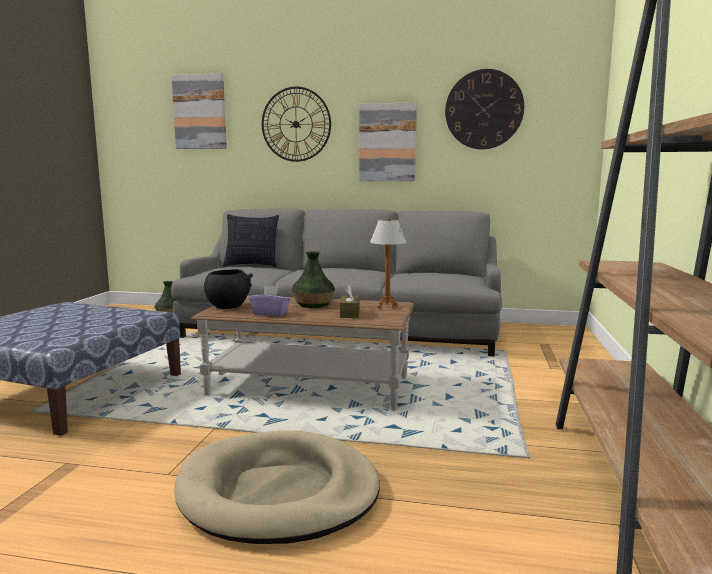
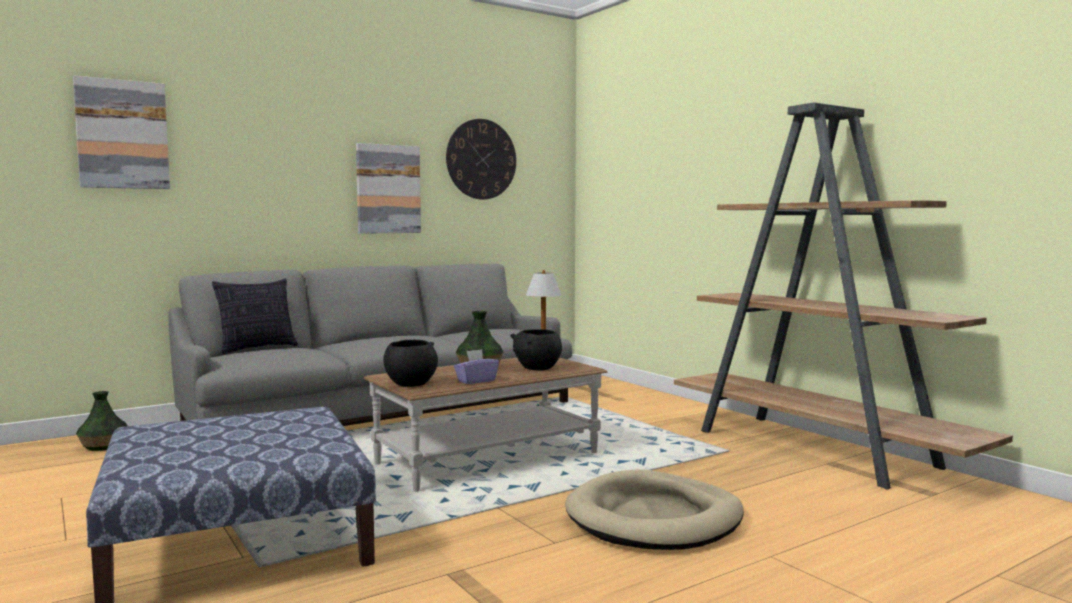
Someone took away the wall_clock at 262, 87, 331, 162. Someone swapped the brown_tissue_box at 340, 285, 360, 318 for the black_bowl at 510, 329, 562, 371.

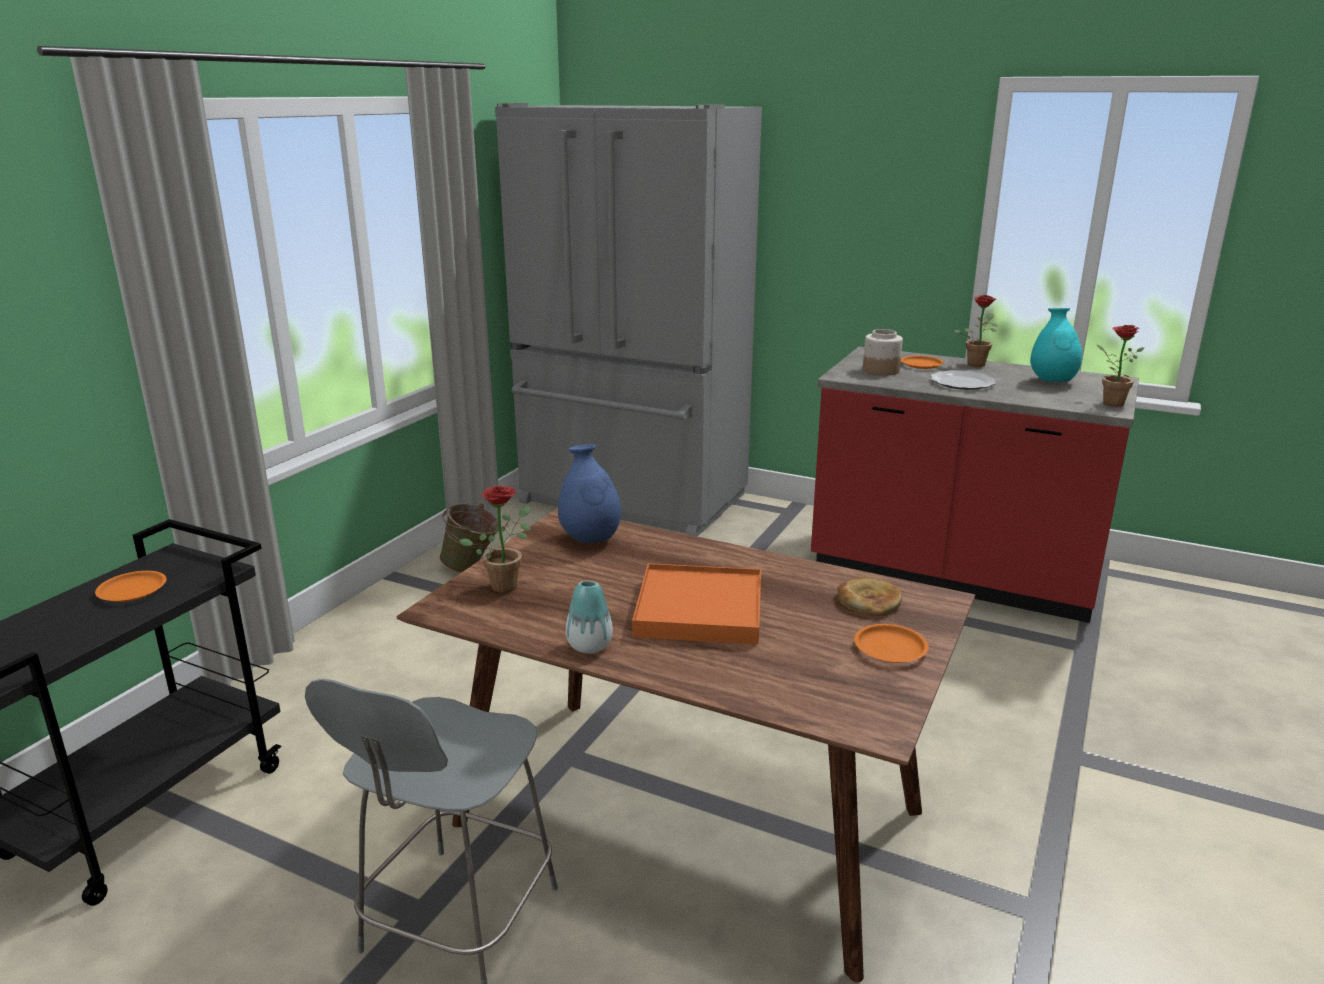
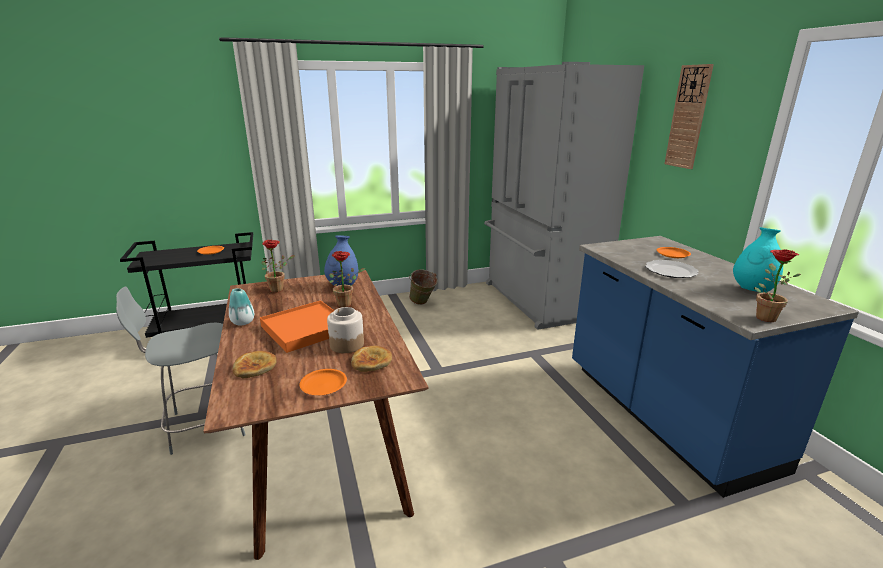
Someone repainted the red_counter at 811, 347, 1139, 623, which became the blue_counter at 572, 236, 859, 498. Someone carried the jar from 863, 329, 903, 376 to 327, 307, 364, 353. Someone carried the potted_plant from 955, 295, 998, 367 to 329, 251, 365, 307. Someone put down the bread at 233, 351, 277, 378. Someone put up the wall_clock at 665, 64, 714, 169.

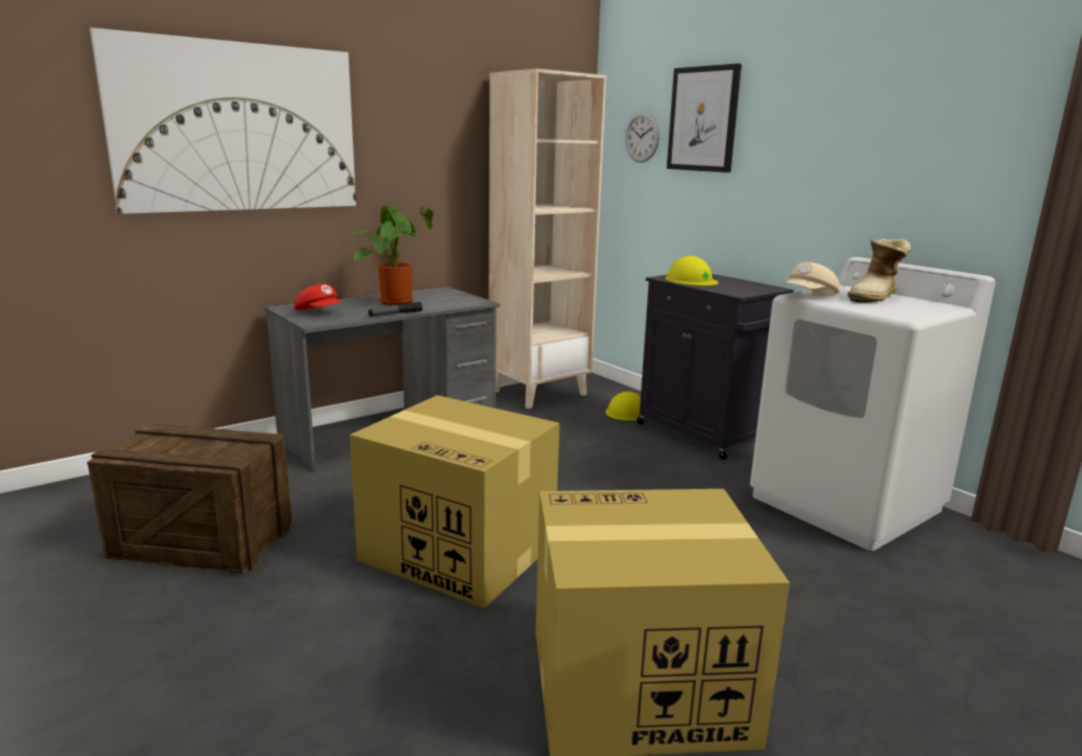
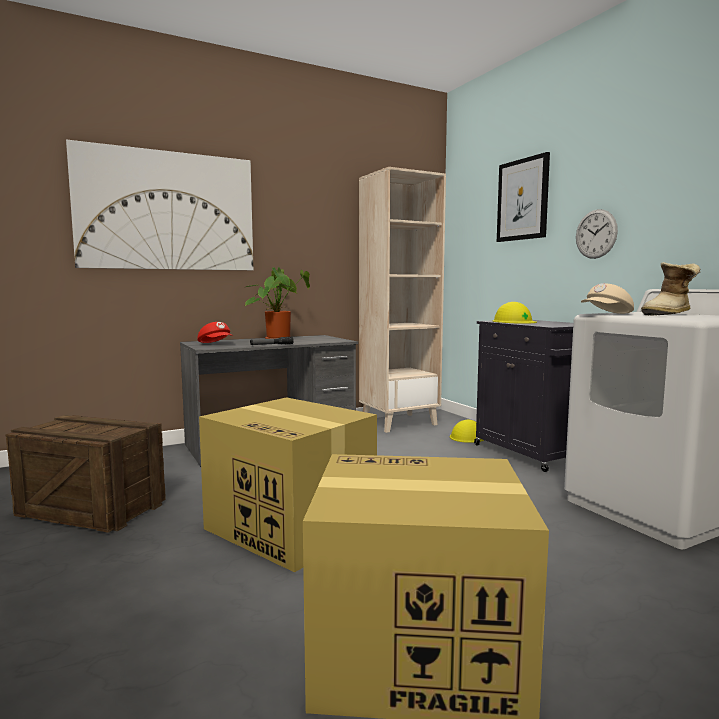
Someone carried the wall_clock from 625, 112, 660, 163 to 576, 209, 618, 259.

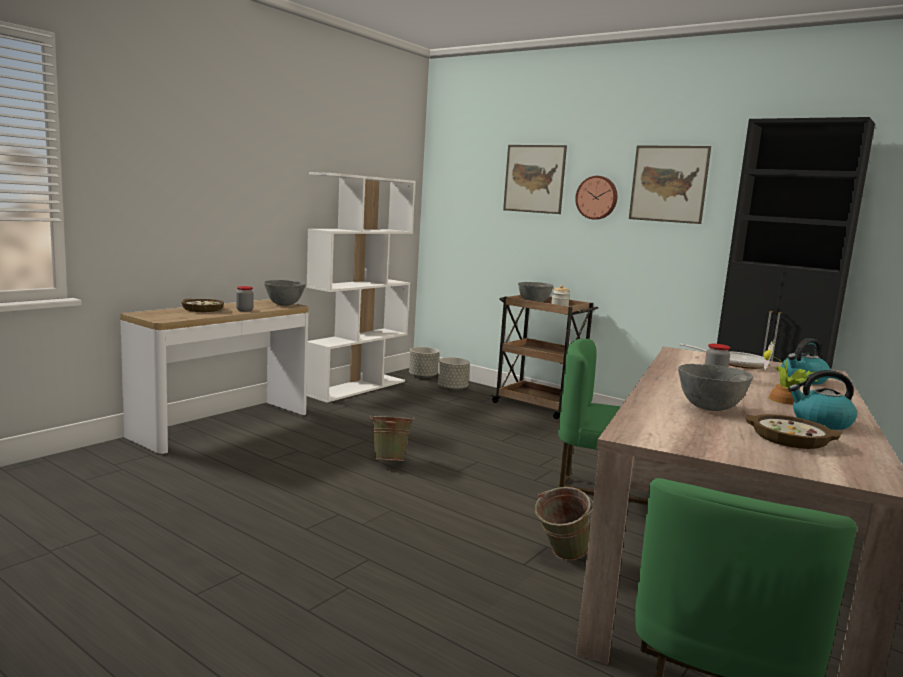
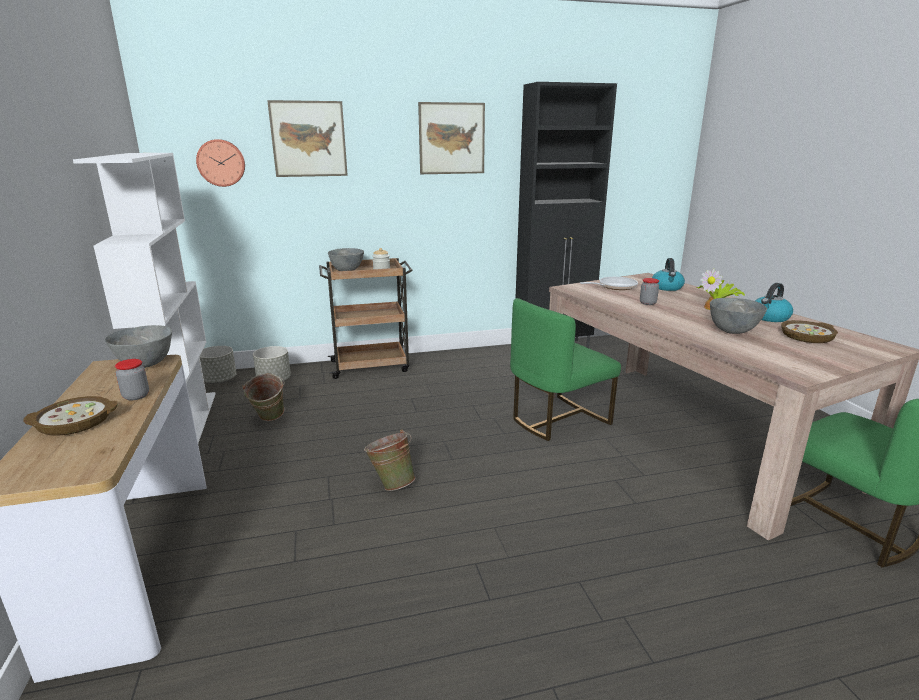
Someone carried the green_bucket from 535, 487, 593, 561 to 242, 374, 285, 421. Someone carried the wall_clock from 575, 176, 617, 220 to 196, 139, 245, 187.

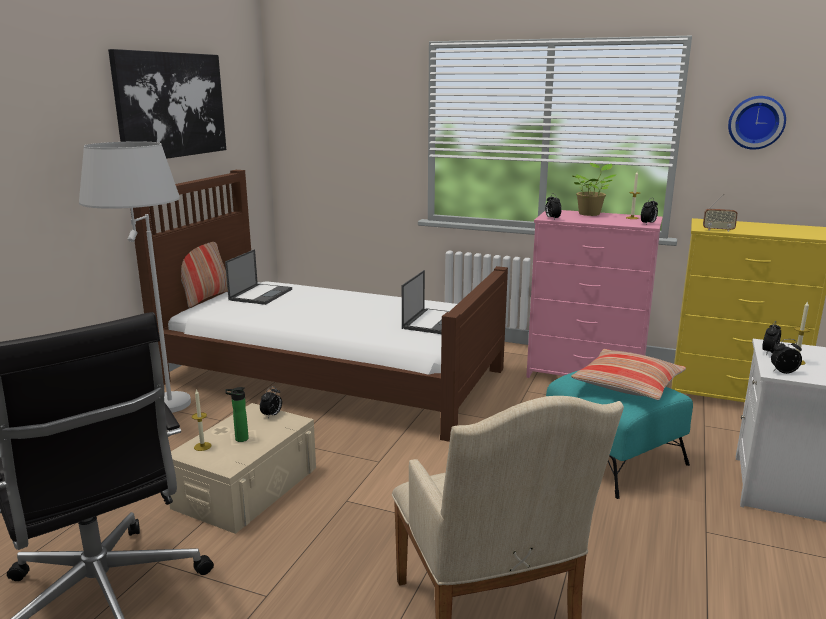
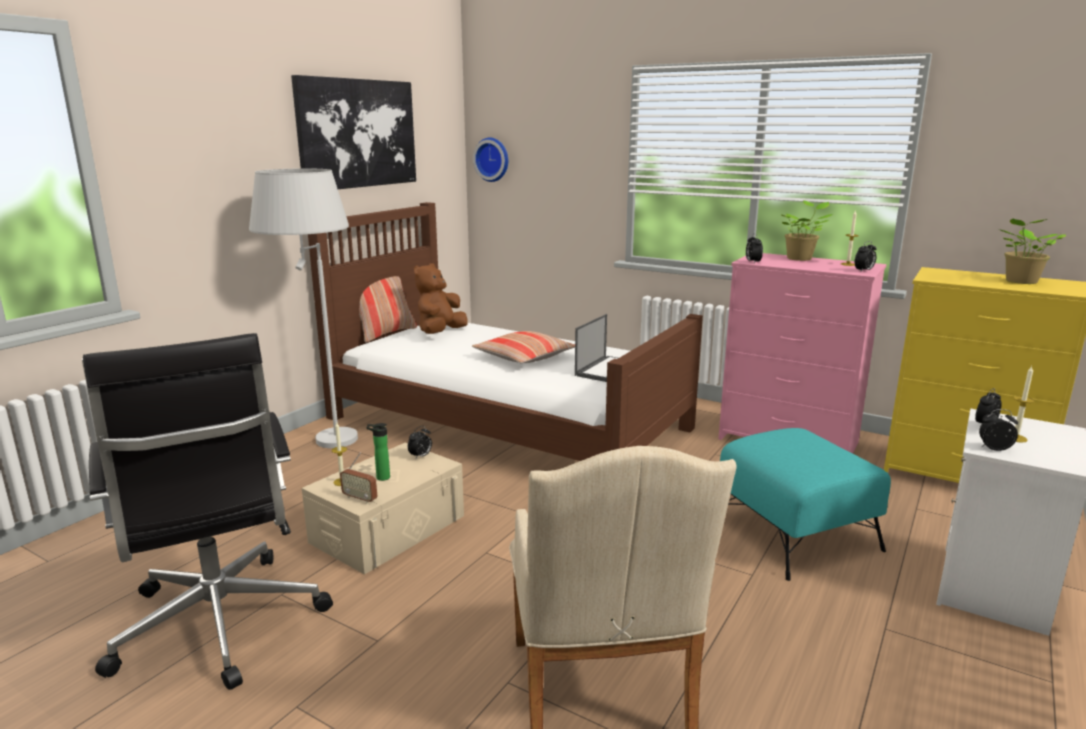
Someone swapped the laptop at 225, 249, 292, 305 for the brown_plush_toy at 414, 263, 468, 334. Someone carried the pillow from 571, 349, 686, 400 to 472, 331, 575, 363. Someone carried the radio from 703, 194, 738, 232 to 340, 453, 377, 504. Someone carried the wall_clock from 728, 96, 786, 149 to 473, 138, 508, 182. Someone put down the potted_plant at 999, 219, 1066, 284.

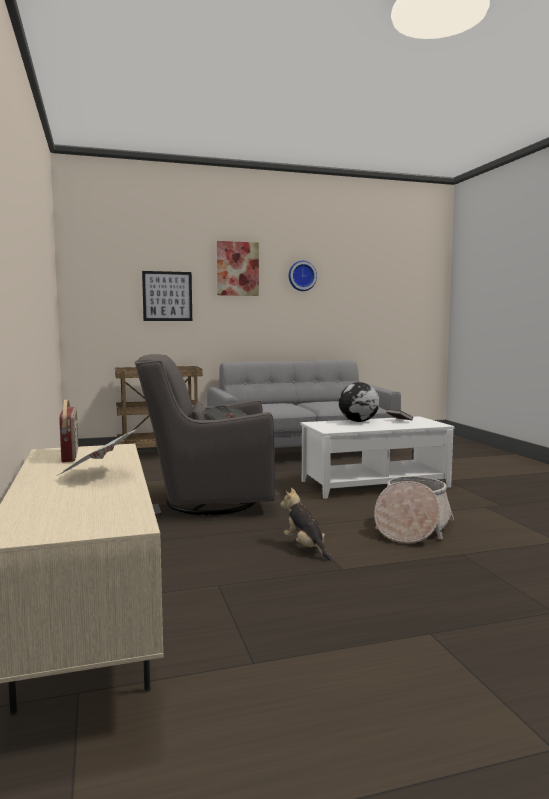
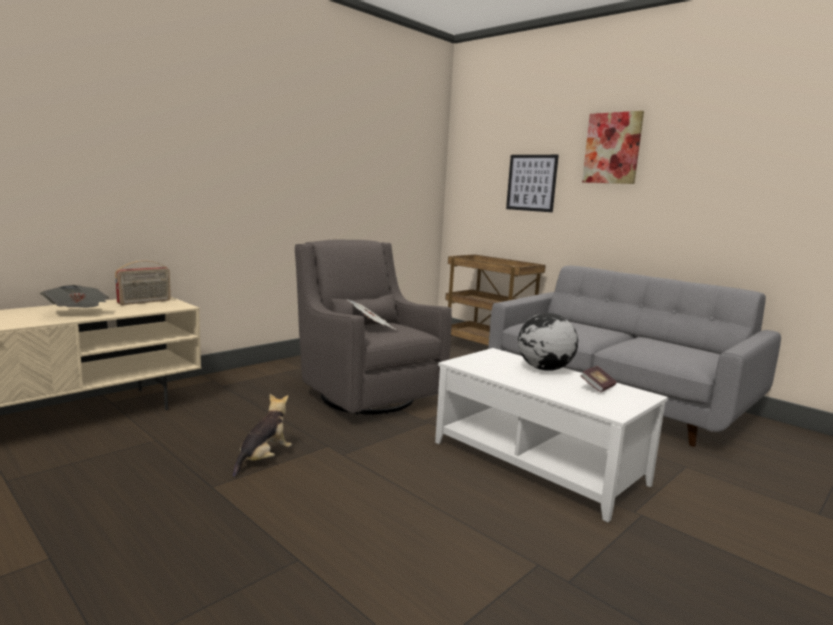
Someone took away the wall_clock at 289, 261, 317, 291. Someone took away the basket at 374, 476, 454, 544.

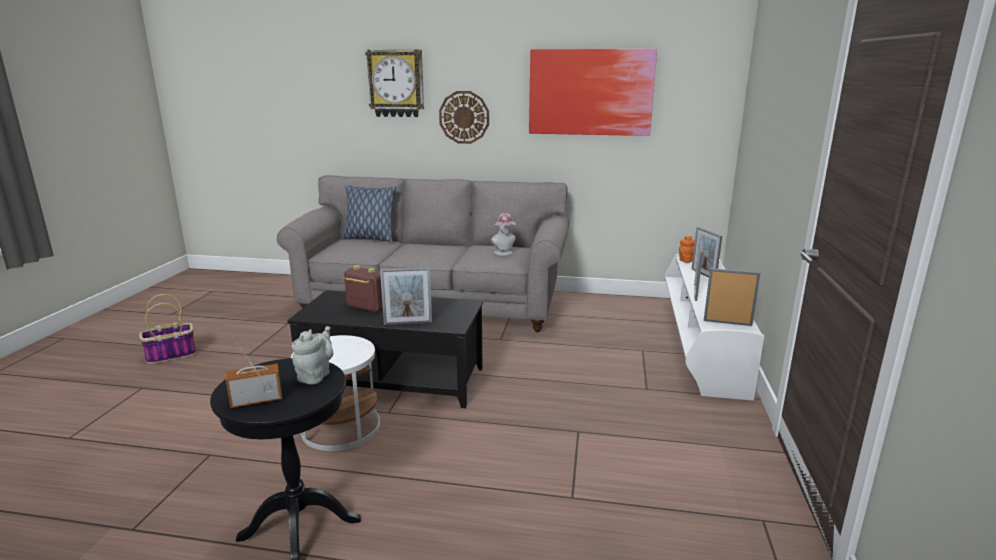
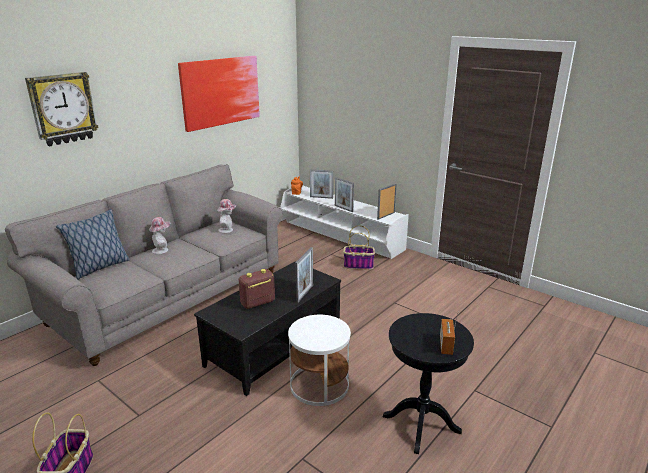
Someone took away the grey_teapot at 292, 326, 333, 385. Someone took away the wall_clock at 439, 91, 489, 144. Someone put down the hat at 149, 217, 170, 254. Someone put down the basket at 343, 226, 375, 270.

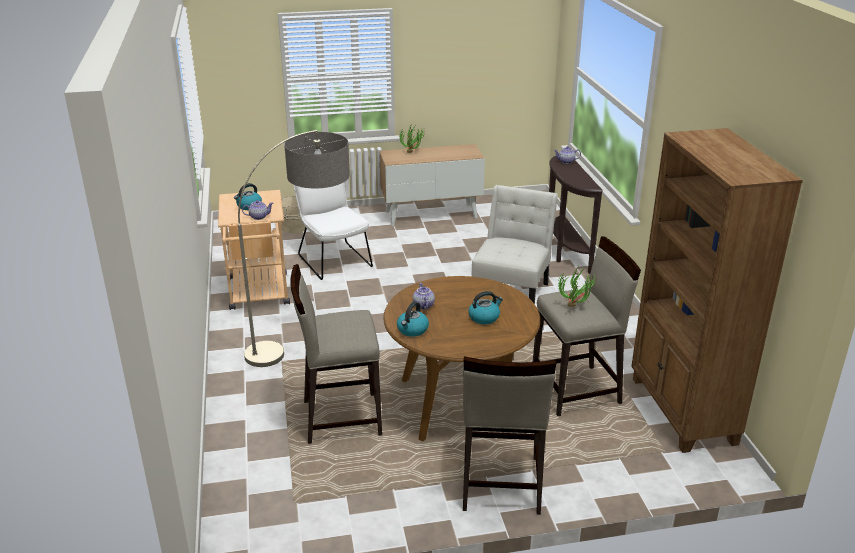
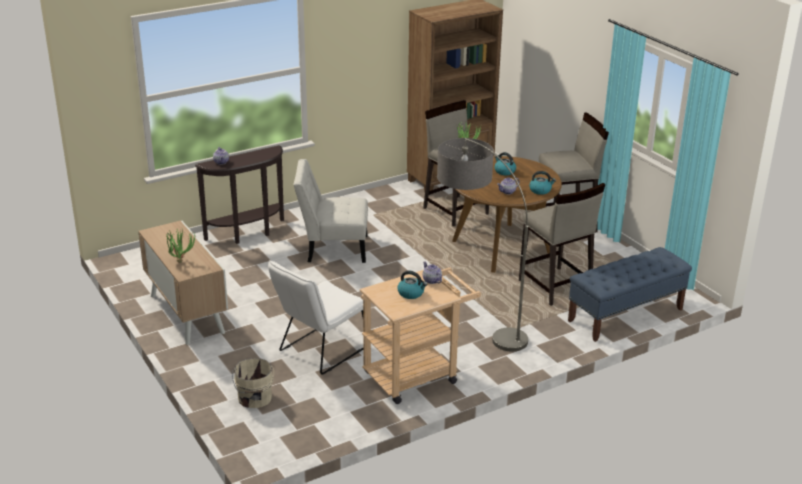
Someone put down the blue_bench at 568, 247, 692, 342.

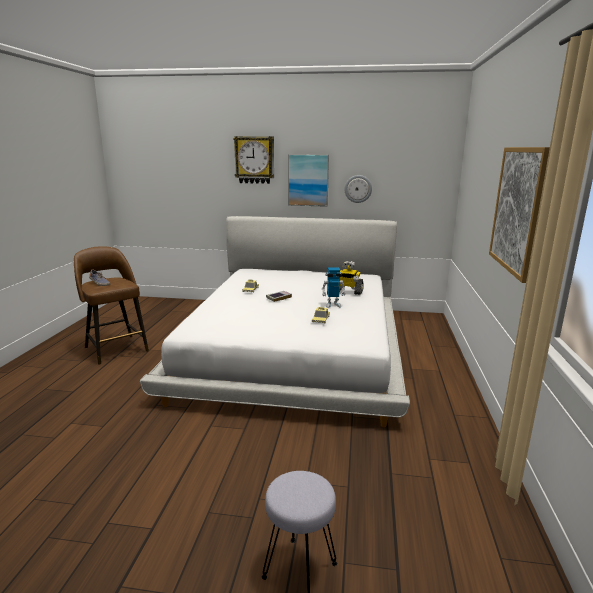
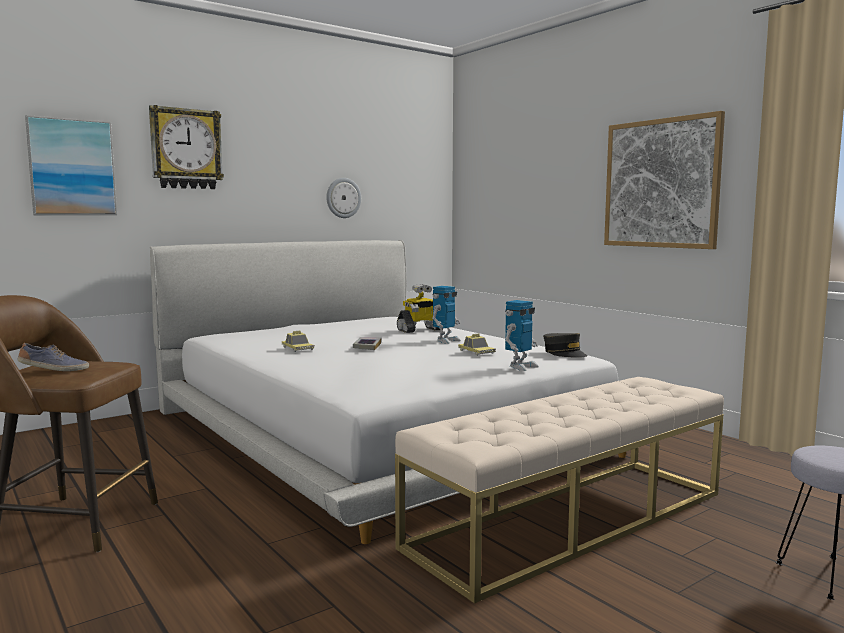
Someone carried the picture from 288, 154, 329, 207 to 25, 115, 117, 215. Someone put down the beige_bench at 395, 377, 724, 604. Someone put down the toy_robot at 505, 300, 539, 371. Someone put down the grey_cap at 543, 333, 587, 358.

